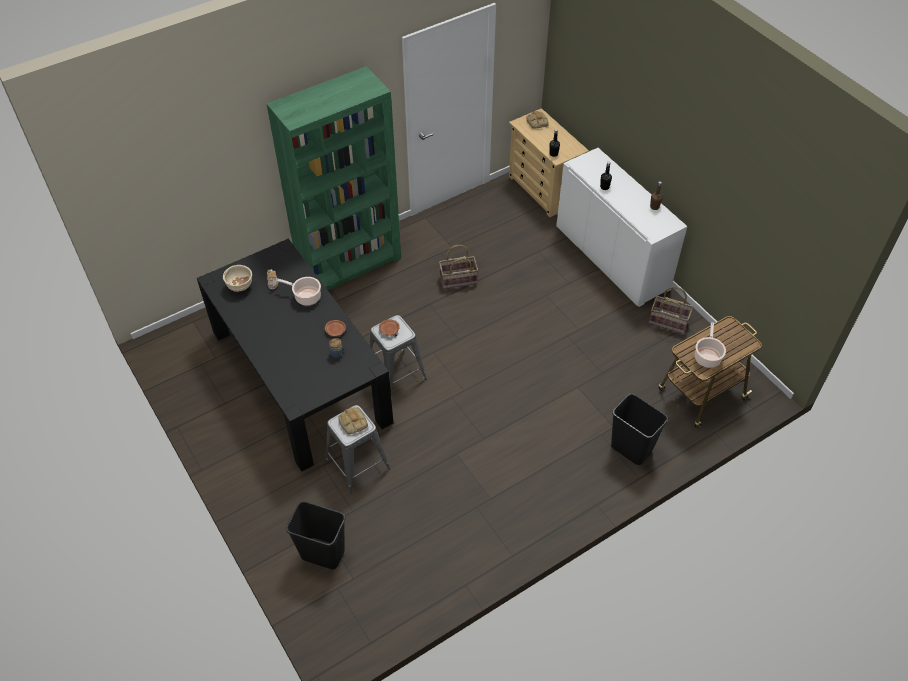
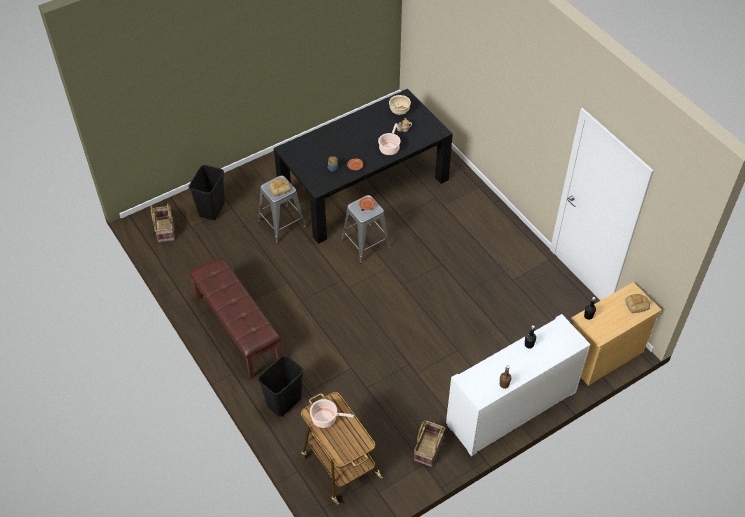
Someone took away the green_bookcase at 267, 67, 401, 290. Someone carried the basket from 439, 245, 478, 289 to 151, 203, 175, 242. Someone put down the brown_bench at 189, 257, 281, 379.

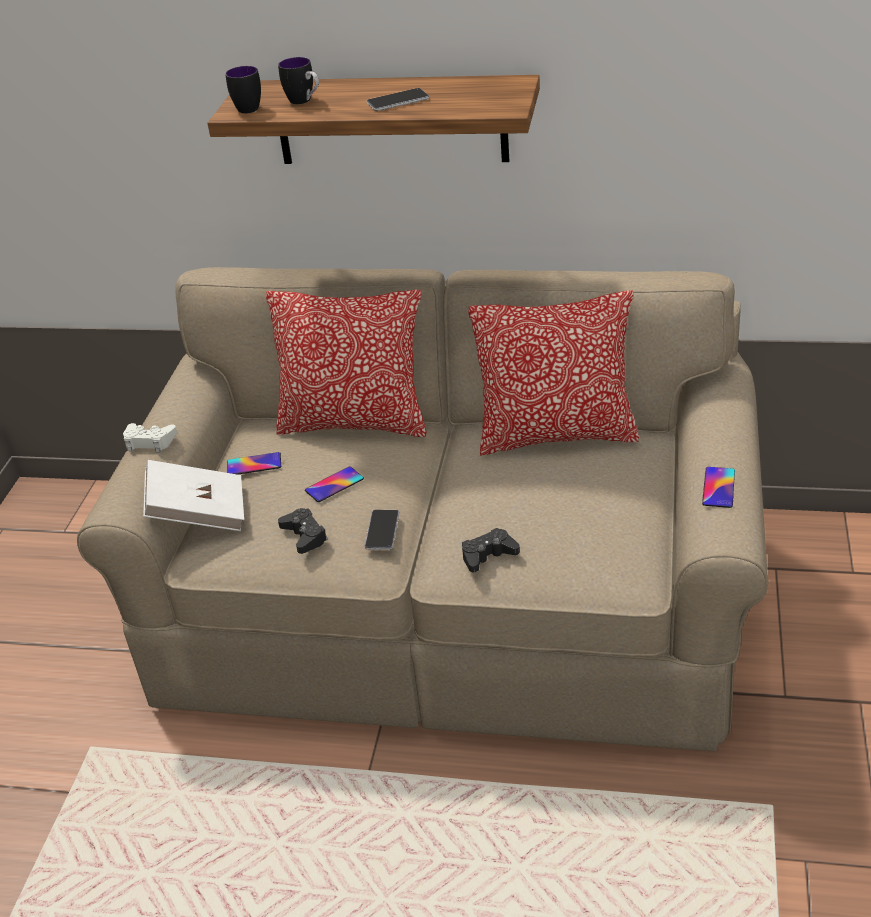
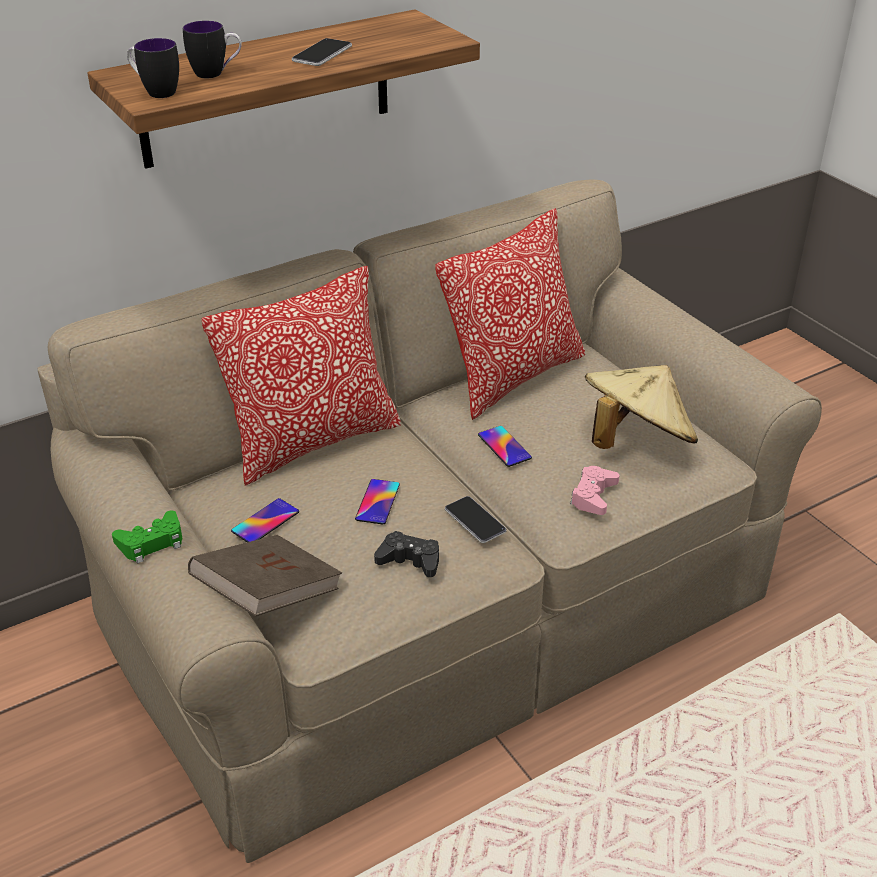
Someone repainted the white_game_controller at 123, 423, 177, 452, which became the green_game_controller at 112, 510, 182, 564. Someone repainted the white_book at 143, 460, 244, 531, which became the brown_book at 188, 535, 342, 617. Someone repainted the black_game_controller at 462, 528, 520, 572, which became the pink_game_controller at 570, 466, 619, 515. Someone carried the phone from 702, 467, 735, 508 to 478, 426, 532, 467. Someone put down the beige_hat at 585, 365, 698, 449.

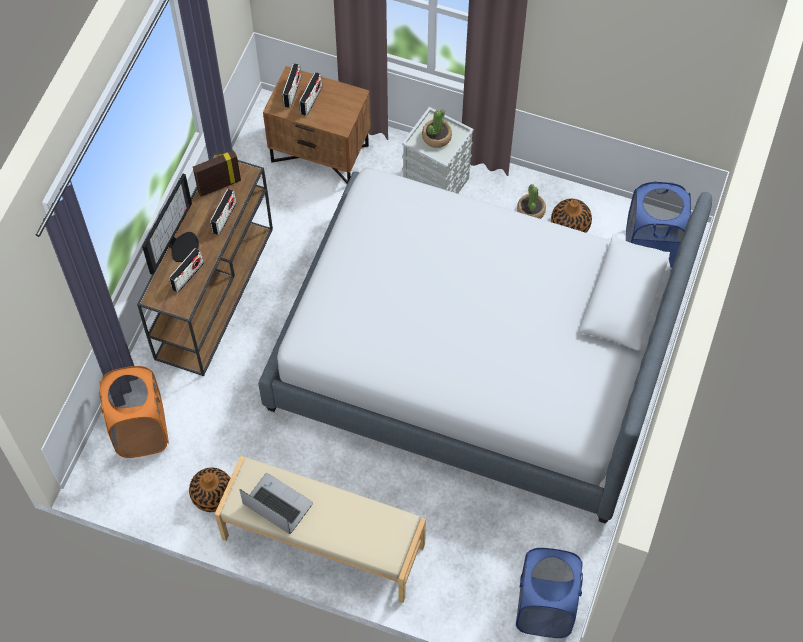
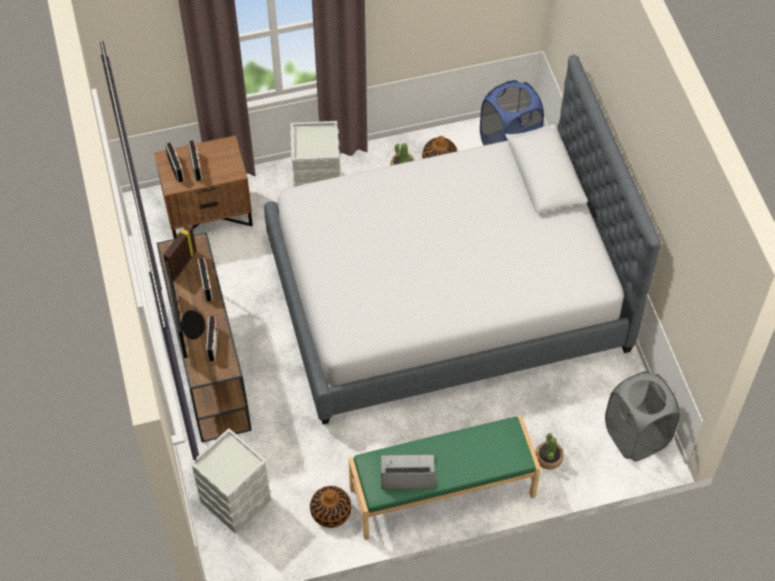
Someone swapped the orange_laundry_basket at 99, 366, 169, 458 for the grey_storage_box at 190, 428, 271, 534. Someone repainted the beige_bench at 215, 456, 426, 603, which became the green_bench at 348, 416, 541, 540. Someone carried the potted_plant from 422, 109, 452, 148 to 535, 433, 564, 469. Someone repainted the blue_laundry_basket at 516, 548, 583, 638, which became the grey_laundry_basket at 605, 371, 680, 462.

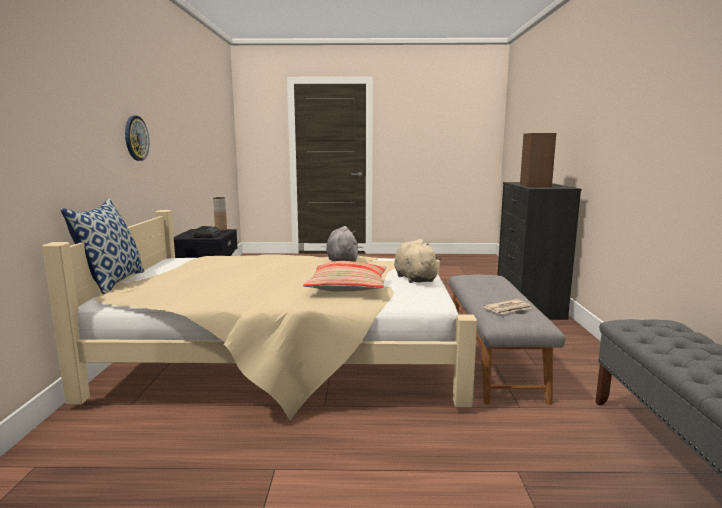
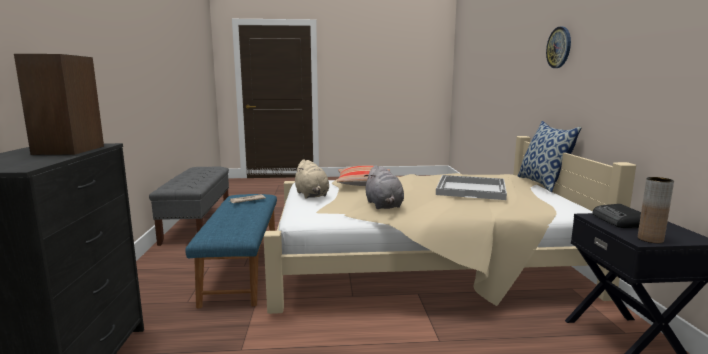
Someone carried the wall_clock from 125, 116, 149, 161 to 546, 27, 571, 68. Someone repainted the grey_bench at 449, 275, 565, 405, which became the blue_bench at 185, 194, 277, 309. Someone put down the white_tray at 436, 175, 507, 200.

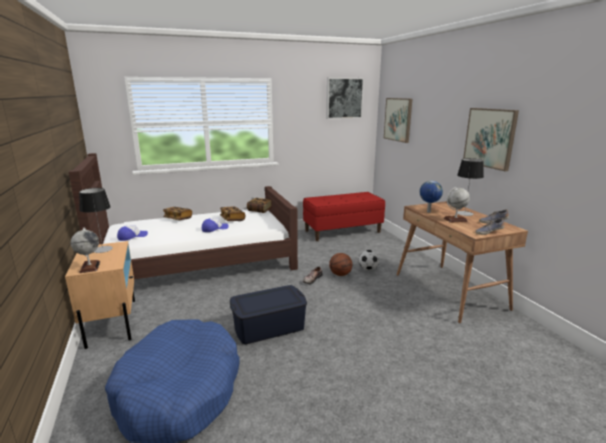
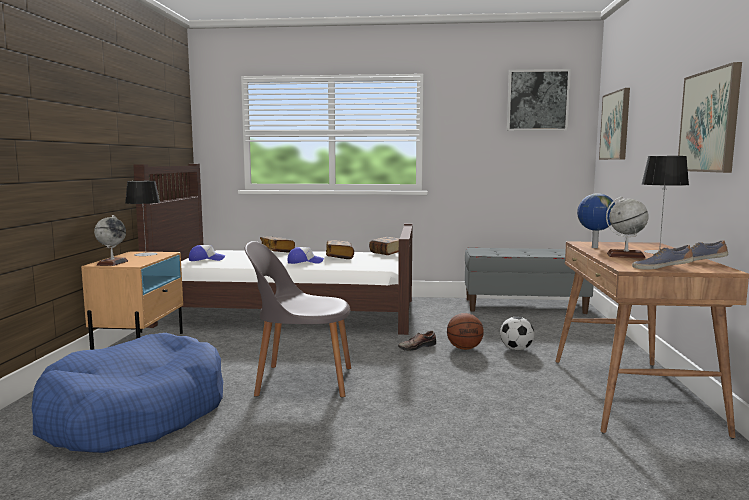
Someone swapped the blue_storage_box at 230, 285, 307, 344 for the grey_chair at 245, 241, 351, 397. Someone repainted the red_bench at 303, 192, 385, 241, which became the grey_bench at 465, 248, 594, 314.

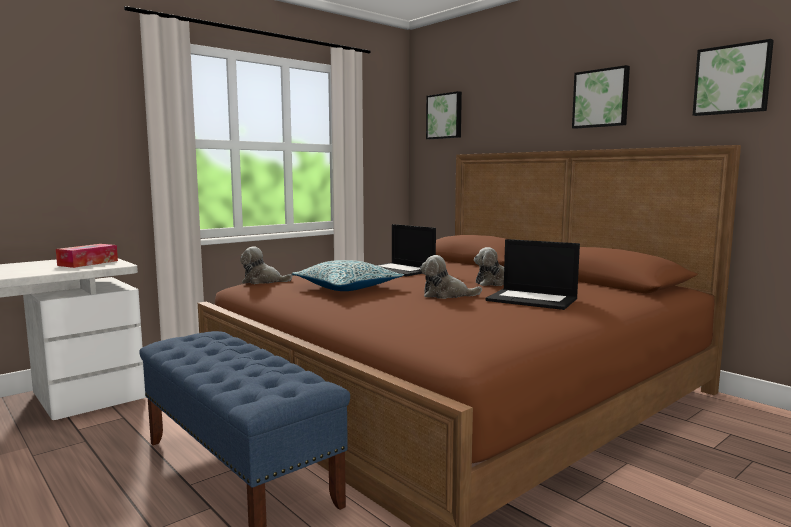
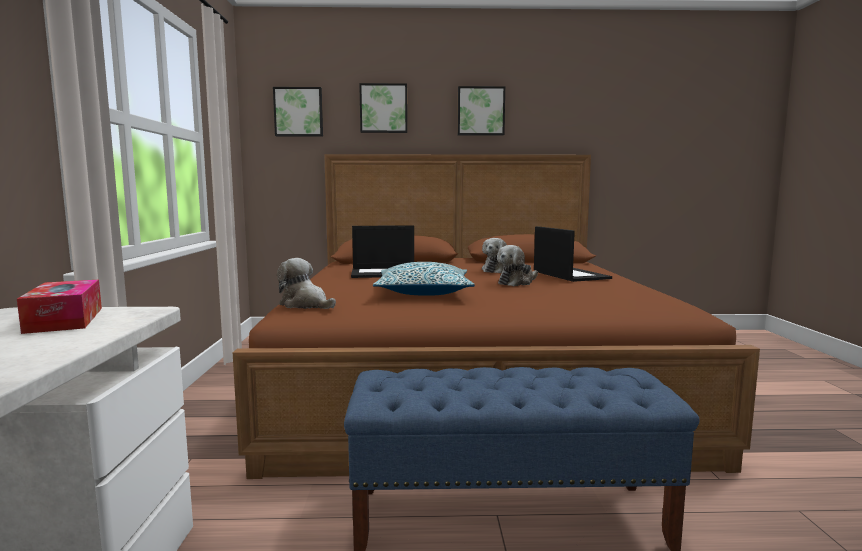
Someone rotated the plush_toy at 240, 247, 292, 284 by 75 degrees clockwise. Someone rotated the laptop at 485, 239, 580, 310 by 90 degrees counterclockwise. Someone carried the picture from 693, 39, 774, 116 to 359, 83, 407, 133.

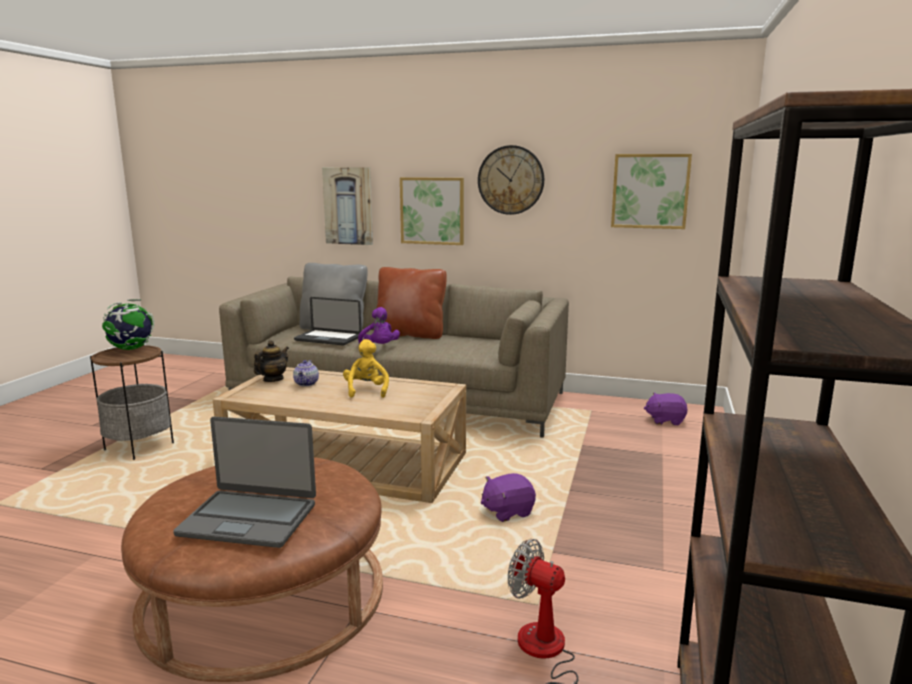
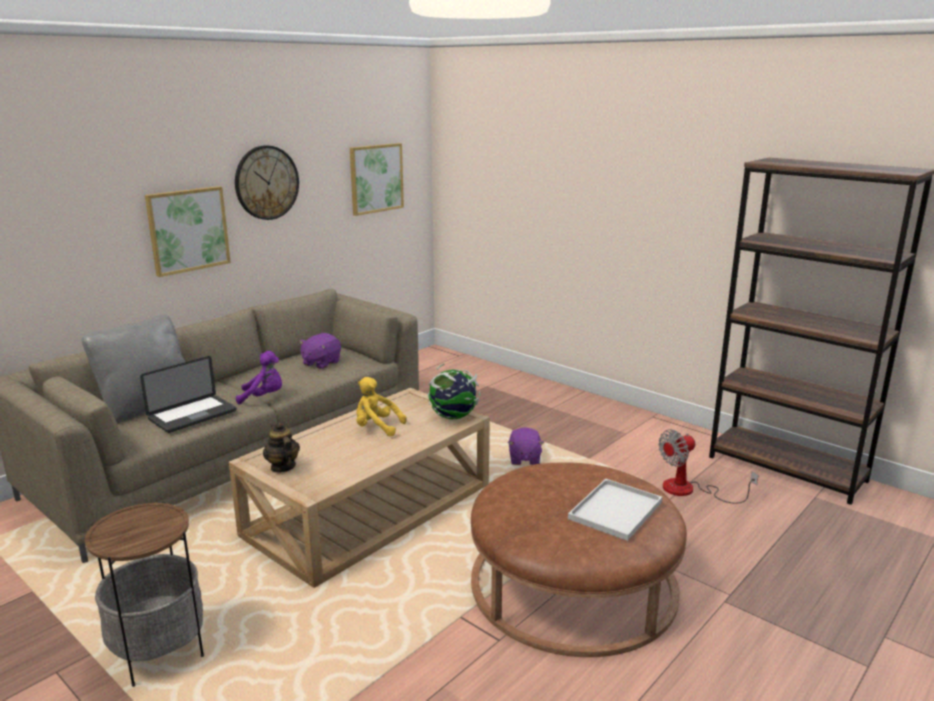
Someone carried the globe from 102, 299, 154, 350 to 428, 364, 480, 419. Someone swapped the laptop at 173, 417, 316, 548 for the white_tray at 568, 479, 662, 541. Someone took away the teapot at 293, 360, 319, 387. Someone took away the picture at 322, 167, 373, 245. Someone took away the brown_pillow at 375, 267, 447, 339. Someone carried the purple_plush_toy from 644, 393, 687, 425 to 299, 333, 341, 369.

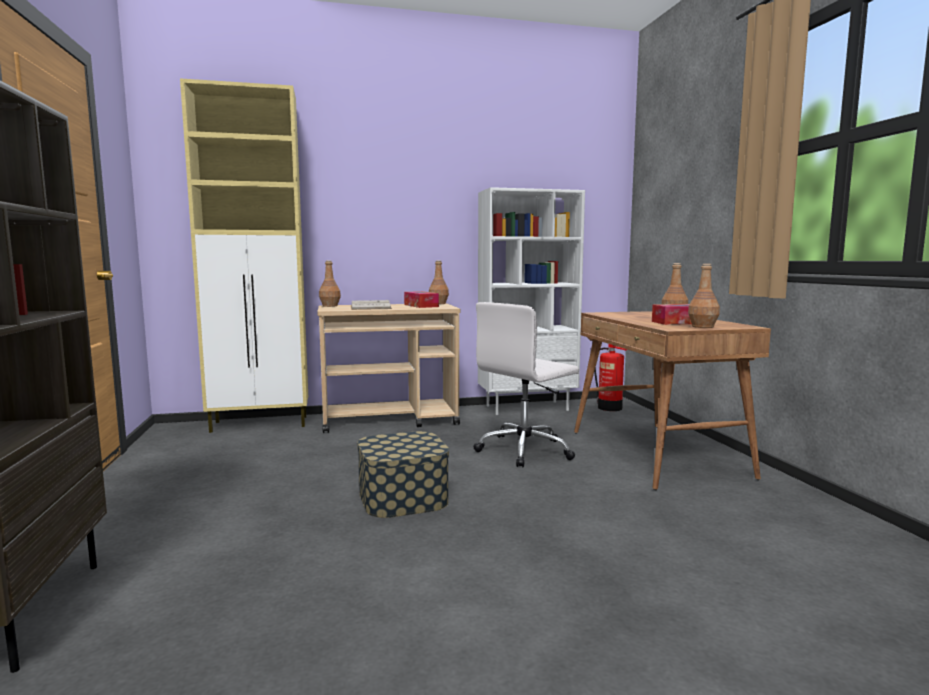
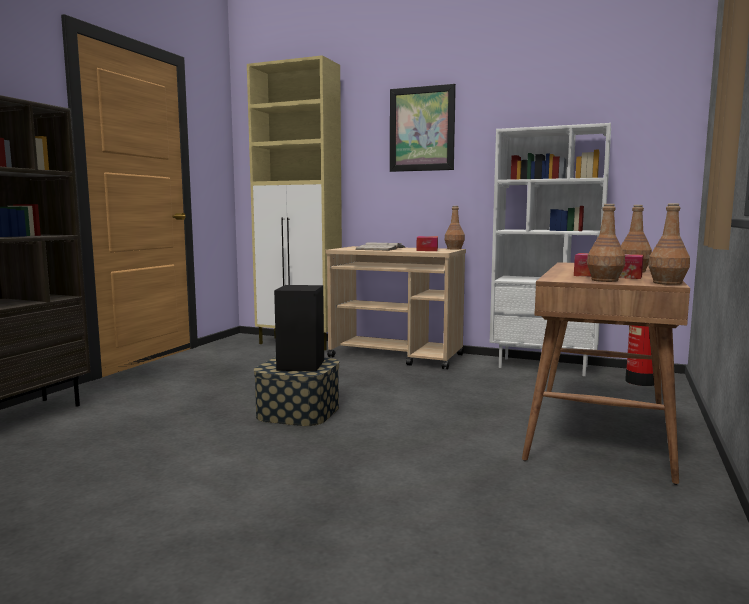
Someone carried the brown_bottle from 319, 261, 341, 307 to 648, 203, 690, 285. Someone took away the white_office_chair at 473, 302, 579, 467. Someone put down the black_speaker at 274, 285, 324, 372. Someone put up the picture at 390, 84, 456, 172.

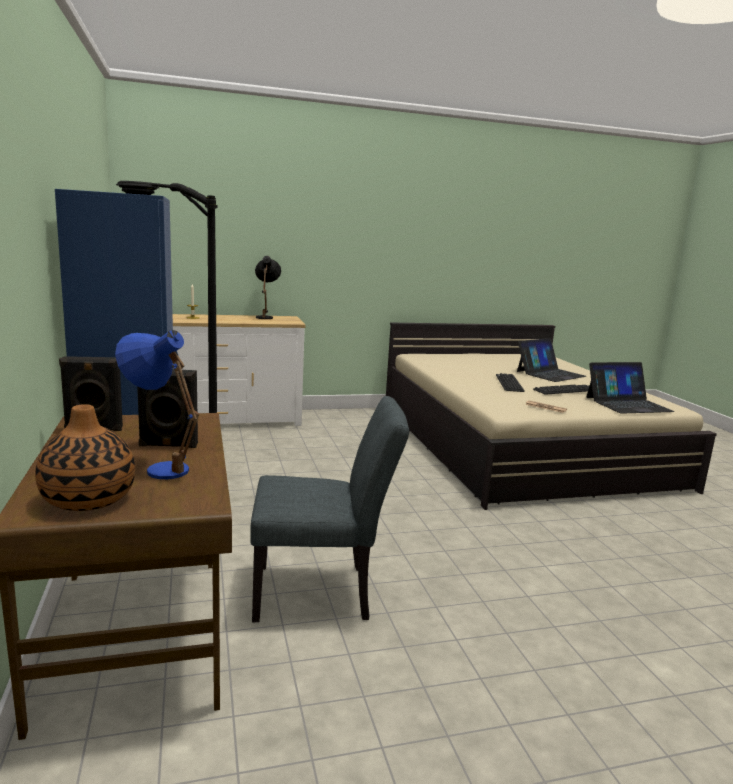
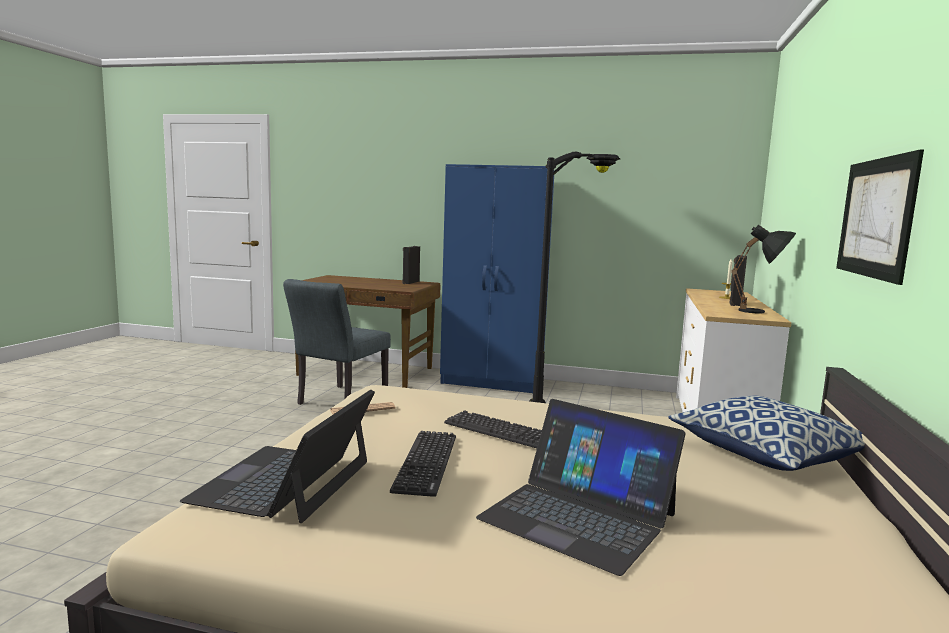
Someone took away the vase at 35, 404, 135, 511. Someone took away the blue_table_lamp at 115, 330, 199, 479. Someone carried the black_speaker from 137, 369, 198, 448 to 729, 255, 747, 306. Someone rotated the laptop at 517, 338, 586, 382 by 45 degrees counterclockwise. Someone put down the pillow at 668, 395, 865, 471. Someone put up the picture at 836, 150, 924, 285.

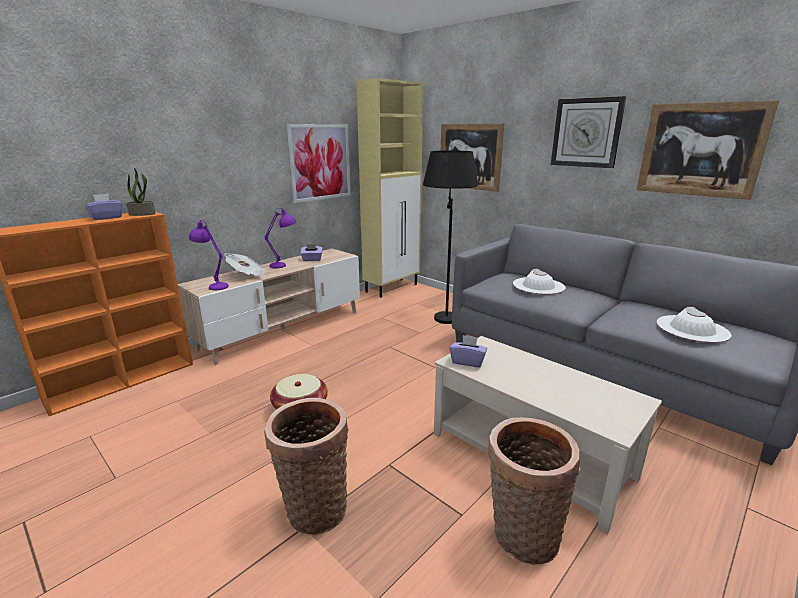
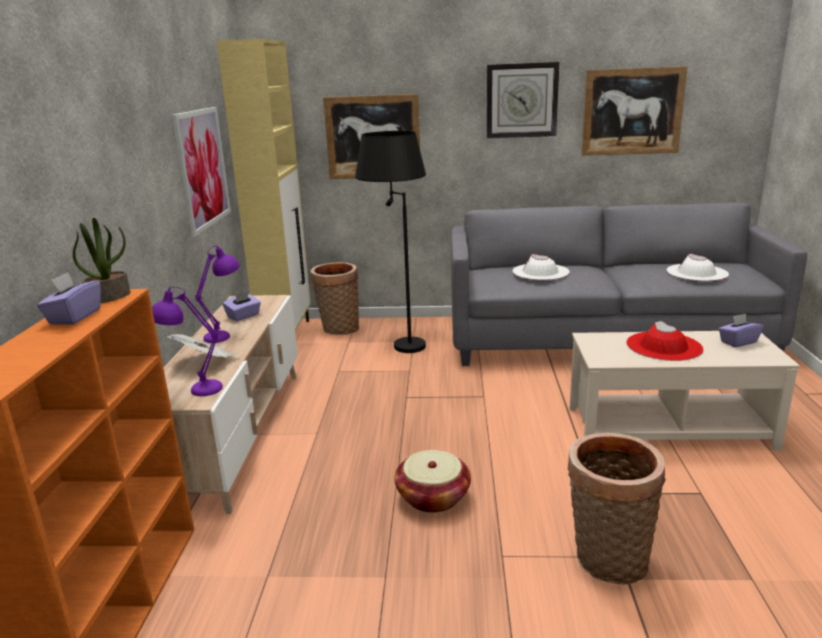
Someone carried the purple_tissue_box from 449, 335, 487, 367 to 719, 314, 763, 347. Someone carried the basket from 488, 417, 580, 565 to 311, 262, 359, 335. Someone put down the red_hat at 626, 321, 703, 361.

